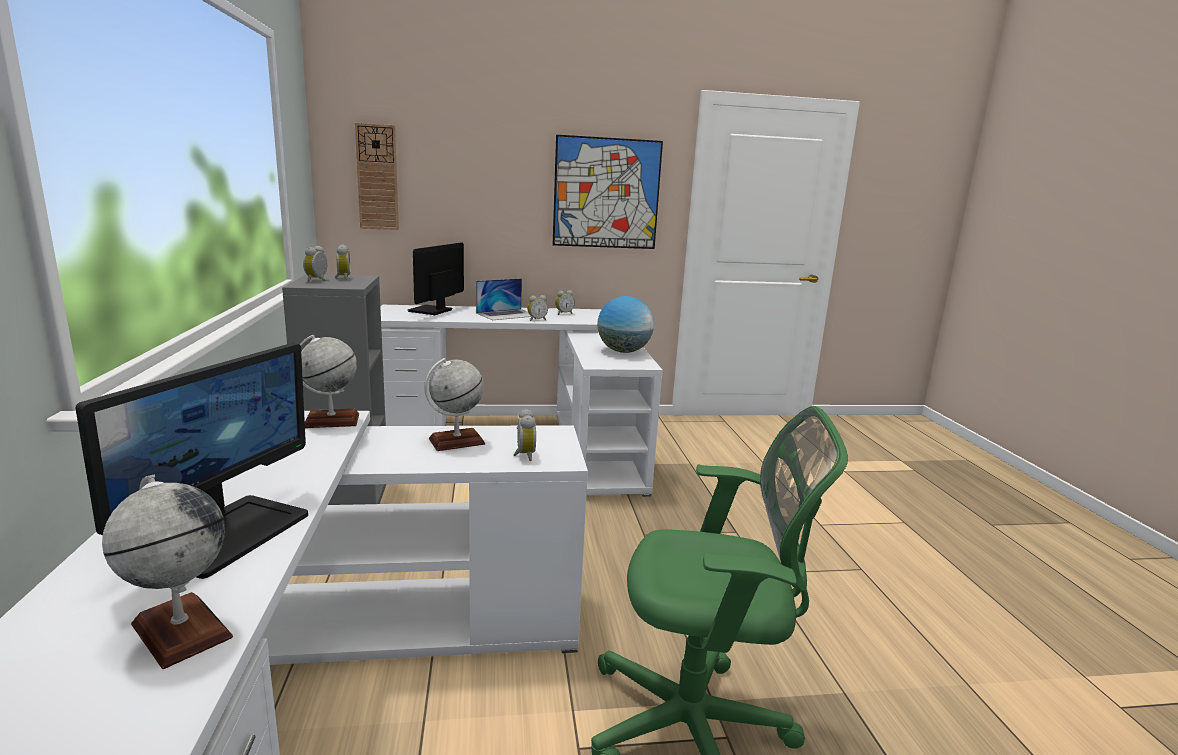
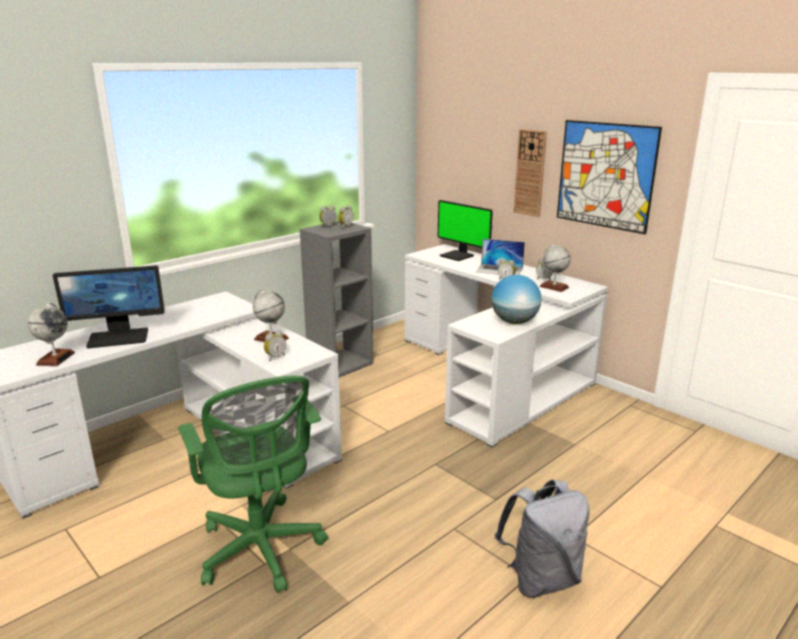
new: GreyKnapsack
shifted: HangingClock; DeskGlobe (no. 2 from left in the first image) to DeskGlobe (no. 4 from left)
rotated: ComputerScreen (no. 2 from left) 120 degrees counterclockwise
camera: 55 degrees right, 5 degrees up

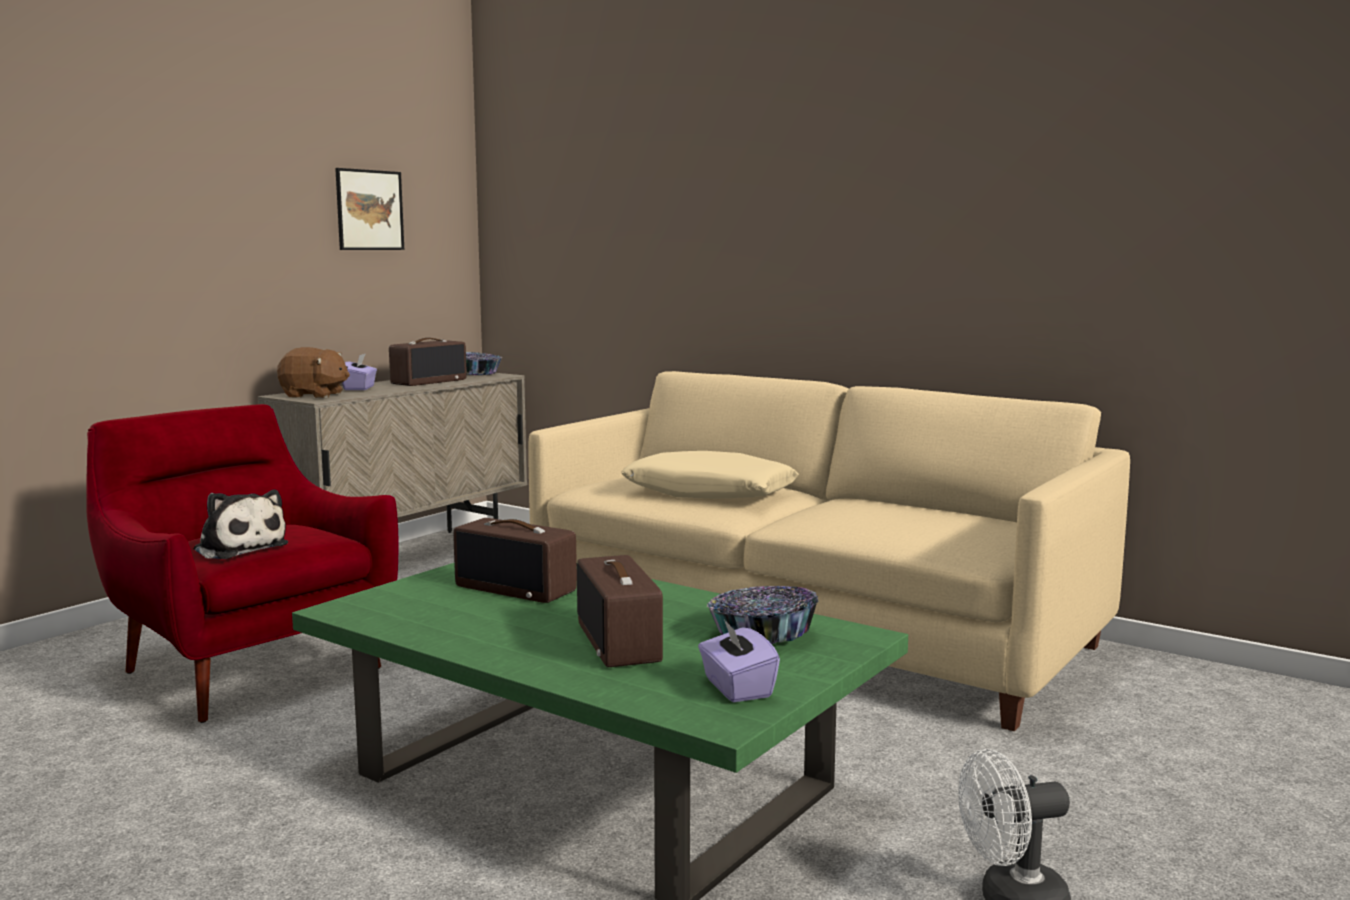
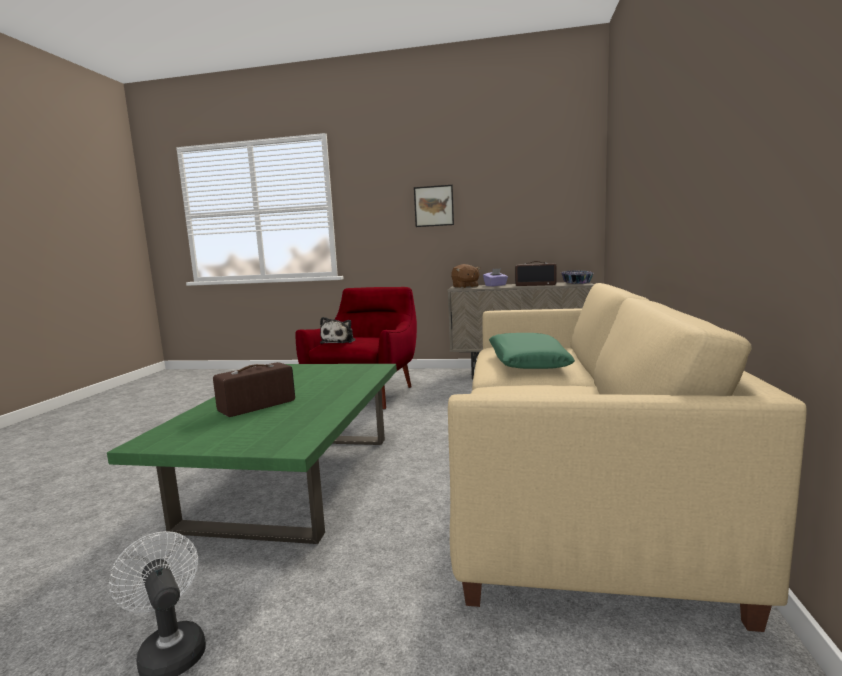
gone: RadioReceiver (no. 2 from left); PurplishTissueBox (no. 2 from left); ServingBowl (no. 2 from left)
shifted: Picture
repainted: BeigeCushion to GreenishCushion
camera: 65 degrees right, 0 degrees up

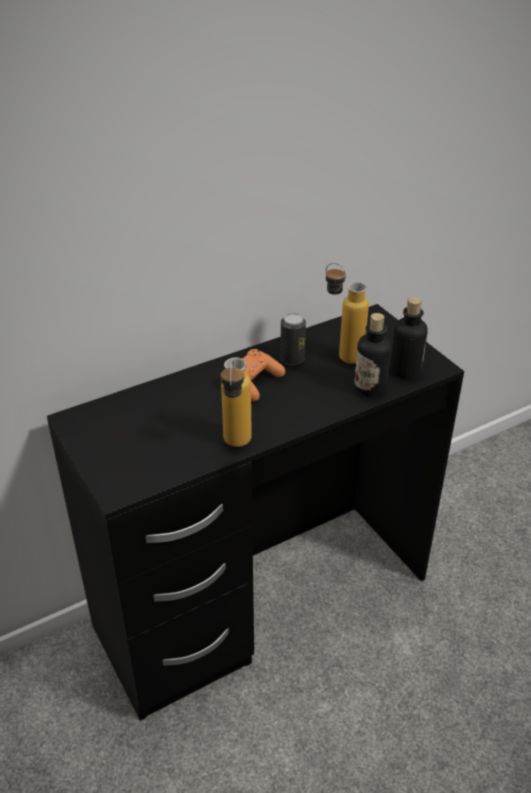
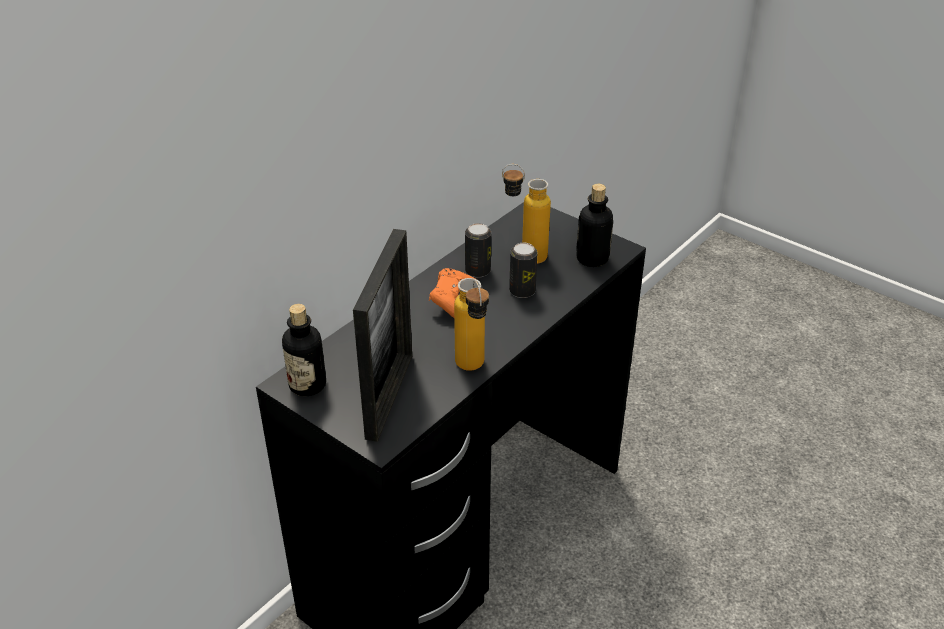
new: PhotoFrame; MetalCan (no. 2 from left)
shifted: Bottle (no. 3 from left in the first image) to Bottle (no. 1 from left)
camera: 20 degrees left, 0 degrees up

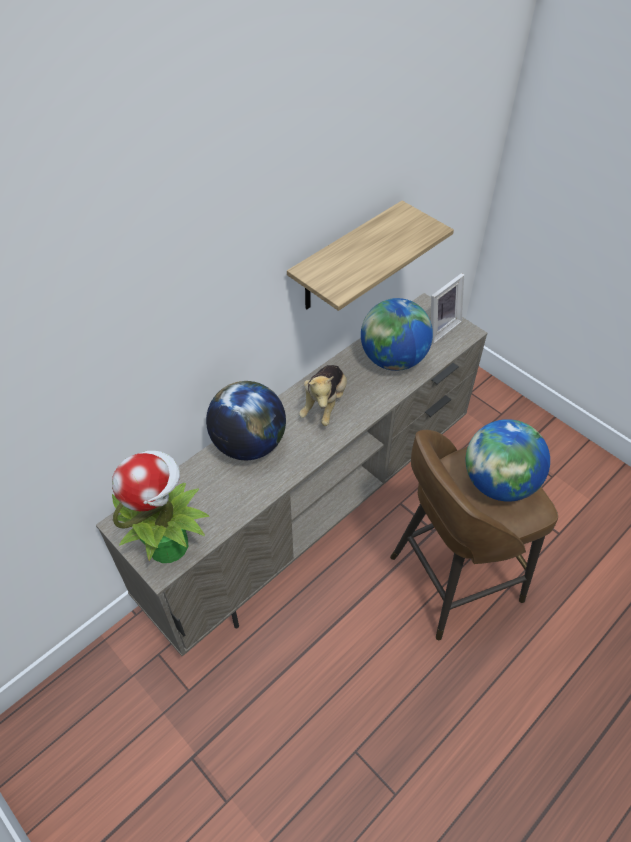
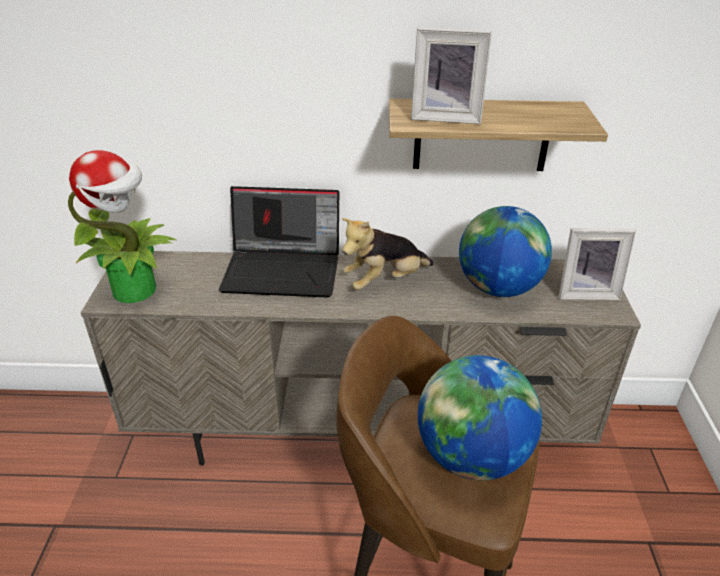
new: PhotoFrame (no. 1 from left)
swapped: DeskGlobe (no. 1 from left) to PortableComputer
camera: 45 degrees right, 15 degrees down

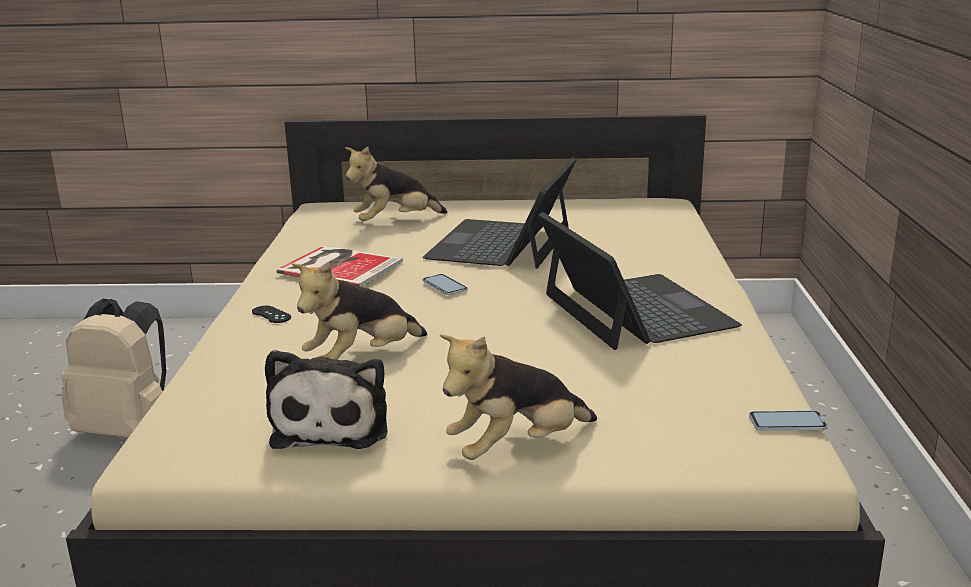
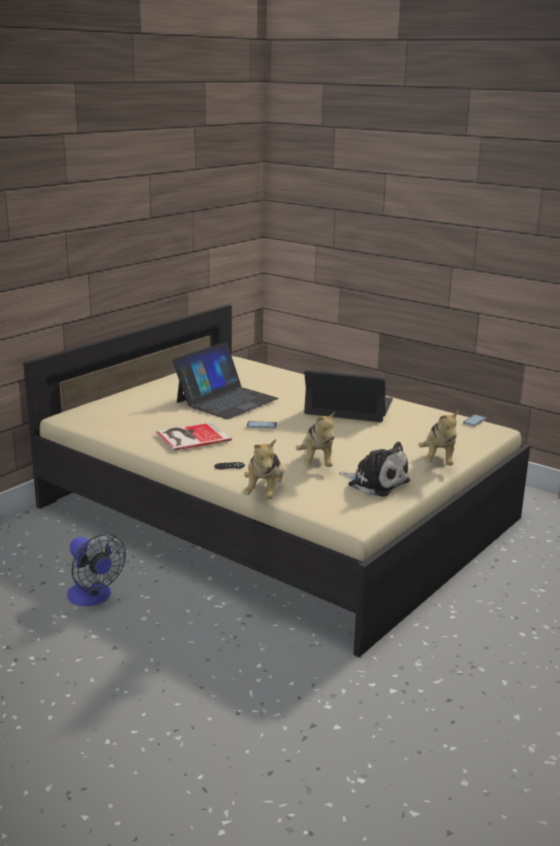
shifted: CuddlyToy (no. 3 from left in the first image) to CuddlyToy (no. 1 from left)
swapped: BeigeKnapsack to CoolingFan
rotated: PortableComputer (no. 1 from left) 105 degrees counterclockwise
camera: 55 degrees left, 0 degrees up

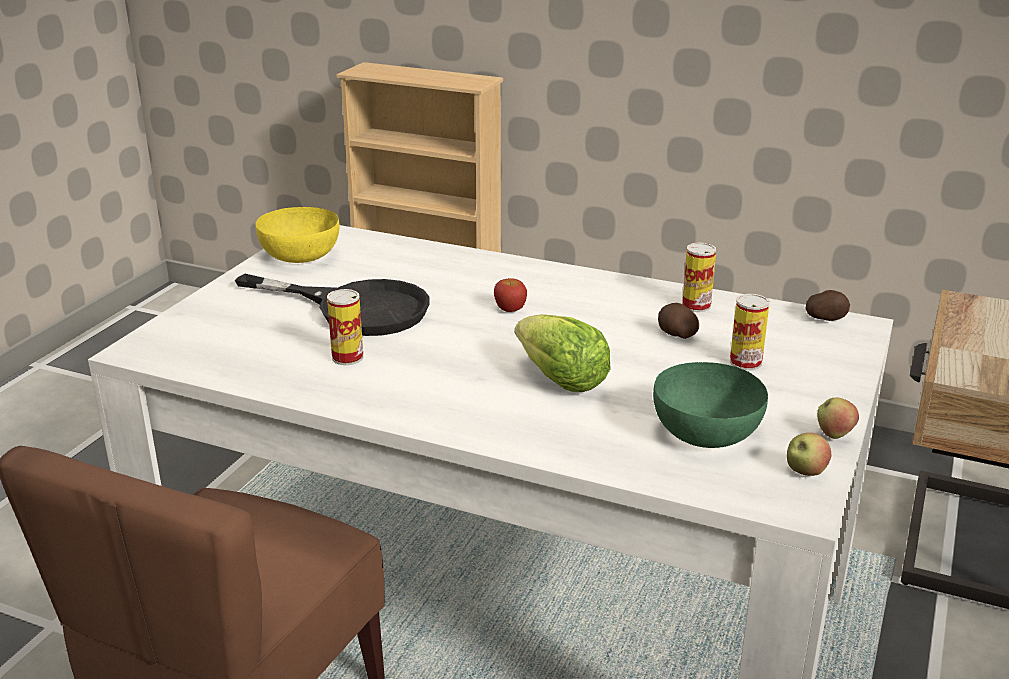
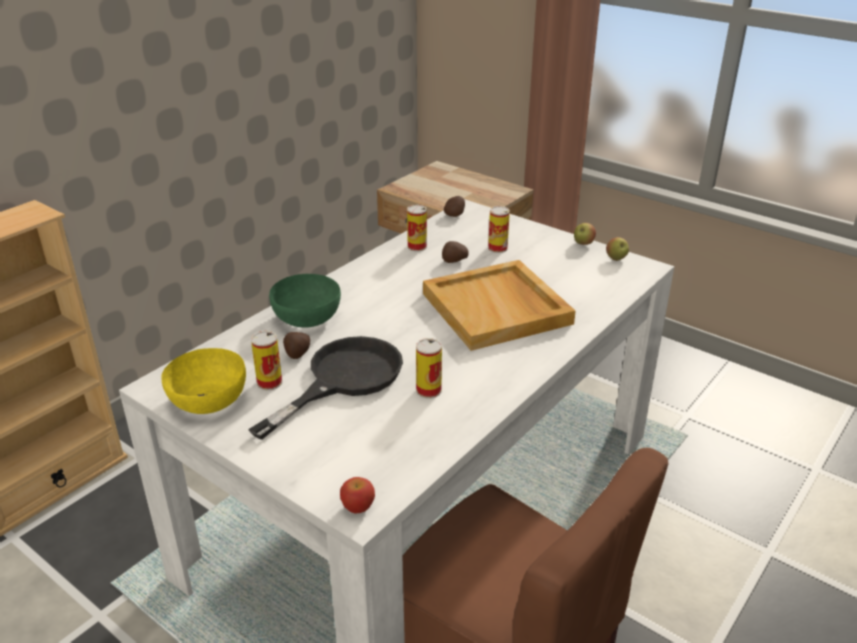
new: MetalCan (no. 1 from left); WholePotato (no. 1 from left)
shifted: GreenishServingBowl; WholeApple (no. 1 from left)
swapped: HeadOfLettuce to BeigeServingTray
camera: 75 degrees left, 5 degrees up

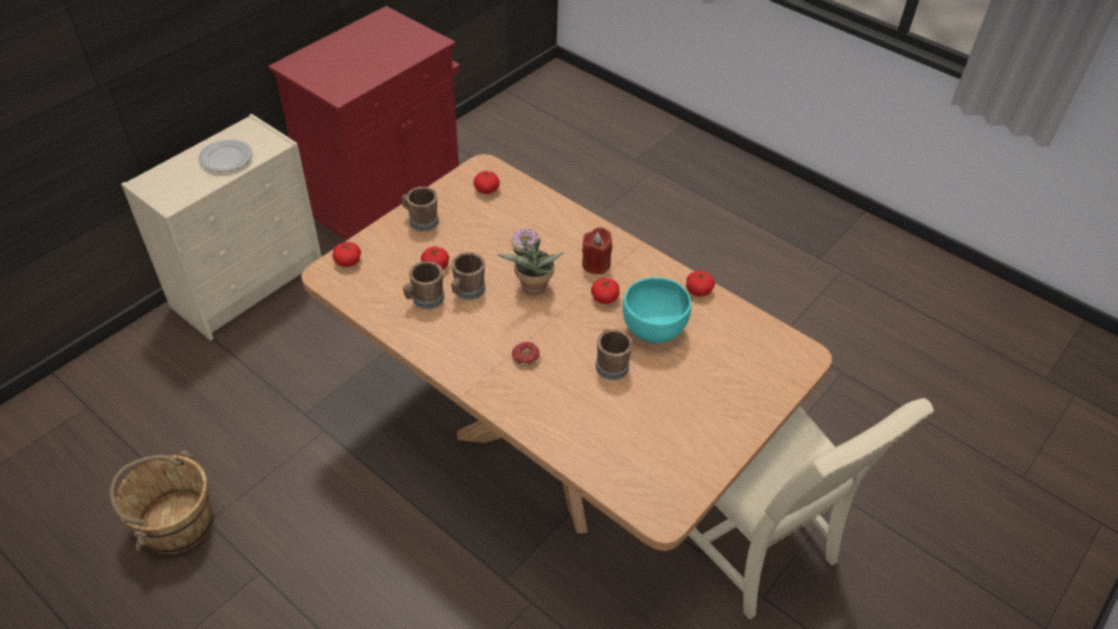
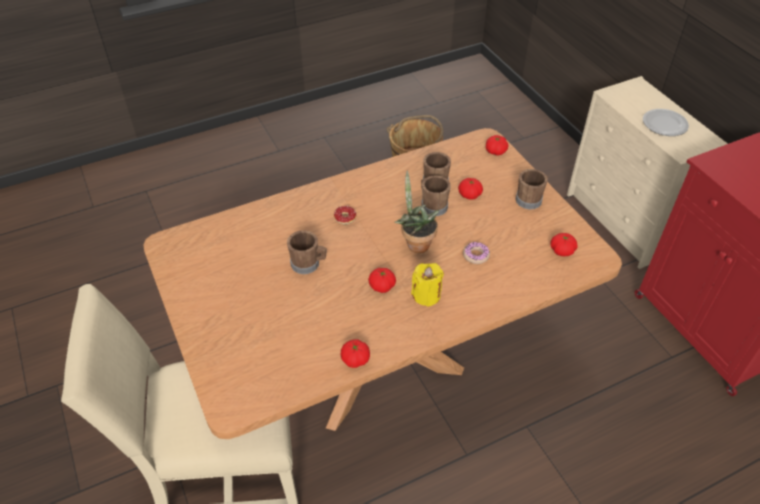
gone: TurquoiseServingBowl
repainted: ReddishWaxLight to YellowColouredWaxLight
camera: 115 degrees right, 0 degrees up

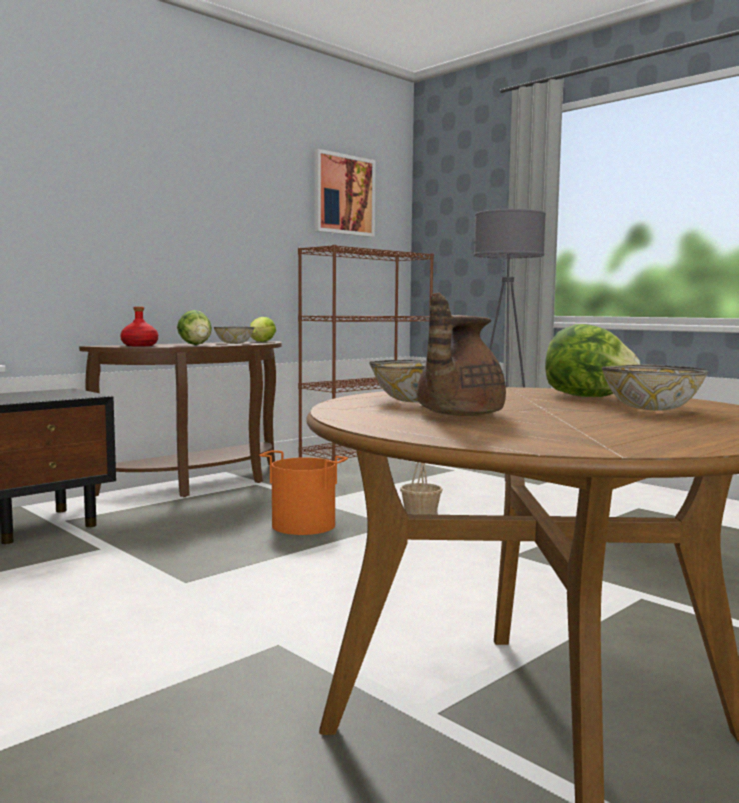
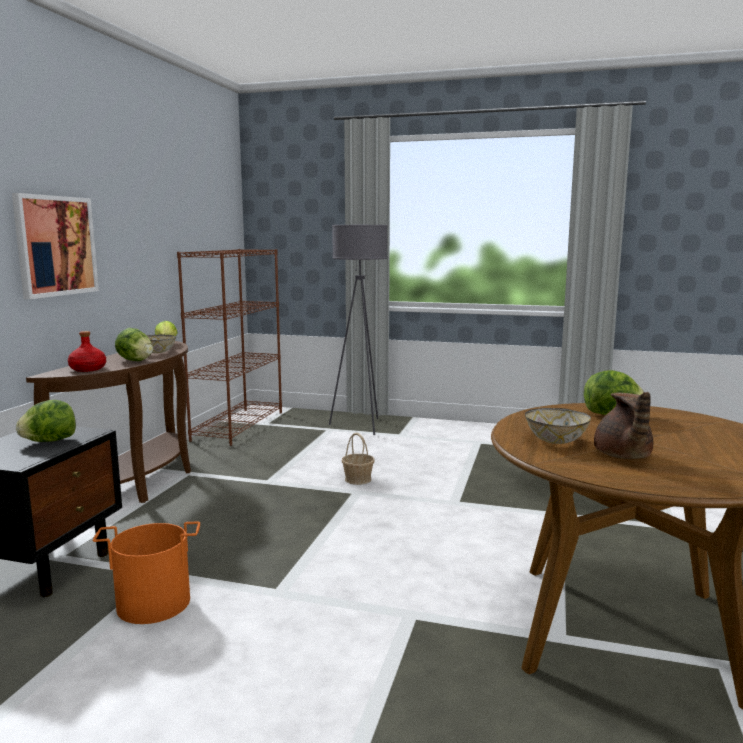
gone: ServingBowl (no. 3 from left)
new: HeadOfLettuce (no. 1 from left)
shifted: Picture; OrangePail
camera: 30 degrees left, 5 degrees up

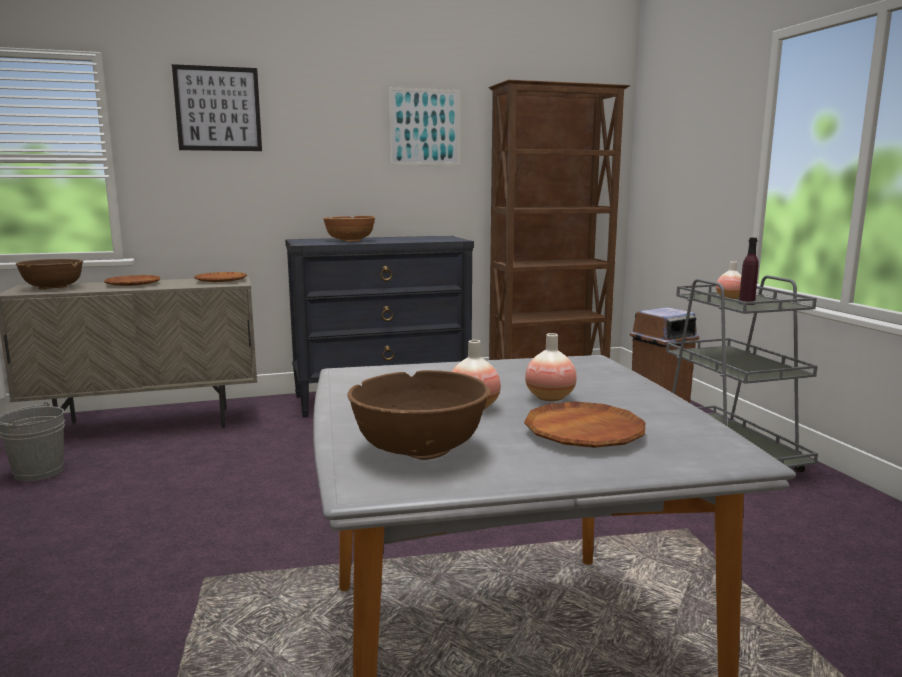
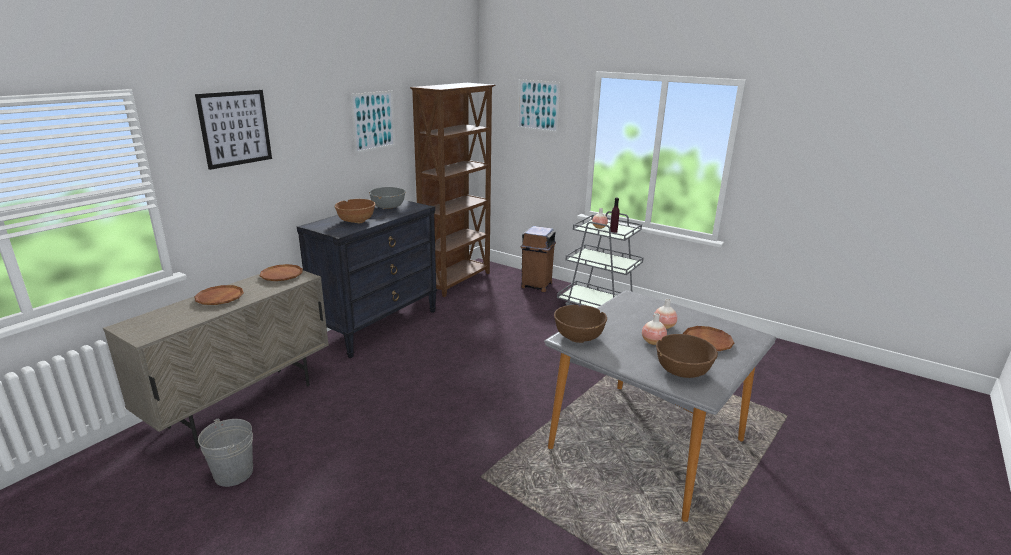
new: GreyServingBowl; Picture (no. 3 from left)
shifted: BrownServingBowl (no. 1 from left in the first image) to BrownServingBowl (no. 2 from left)
camera: 40 degrees left, 10 degrees up

